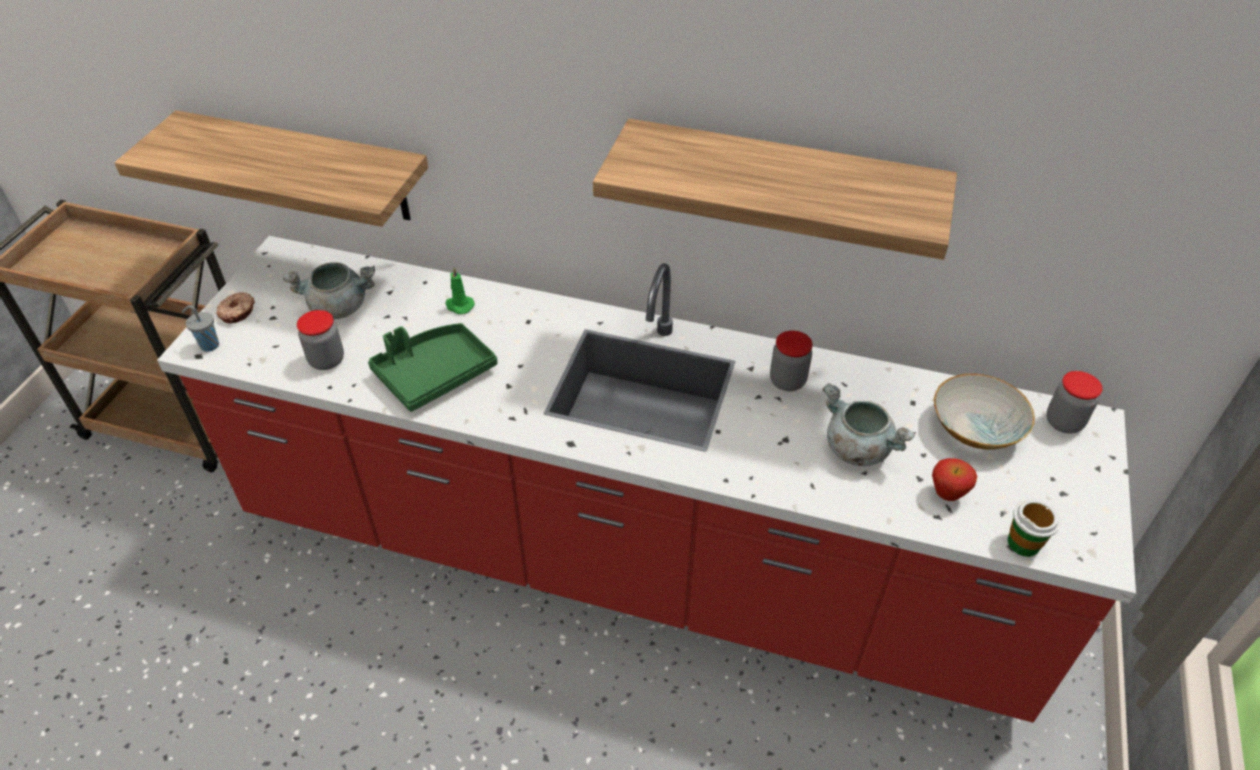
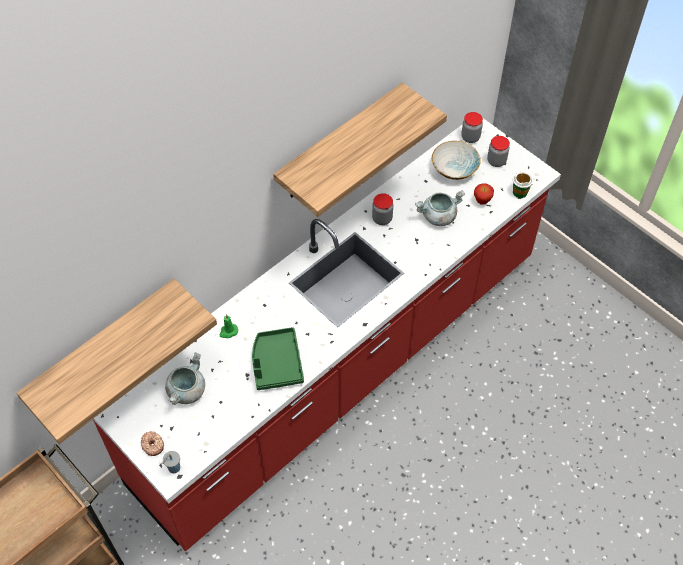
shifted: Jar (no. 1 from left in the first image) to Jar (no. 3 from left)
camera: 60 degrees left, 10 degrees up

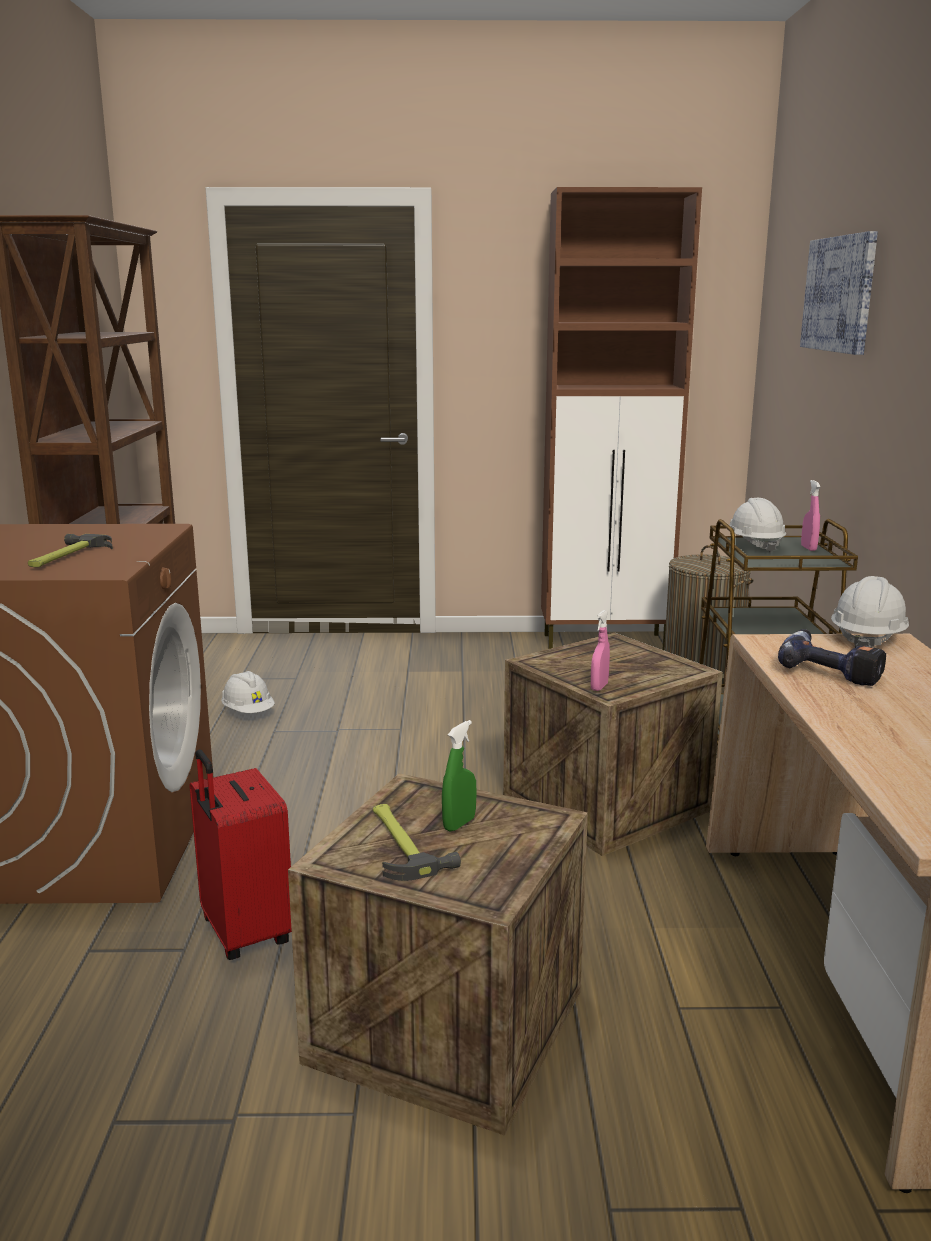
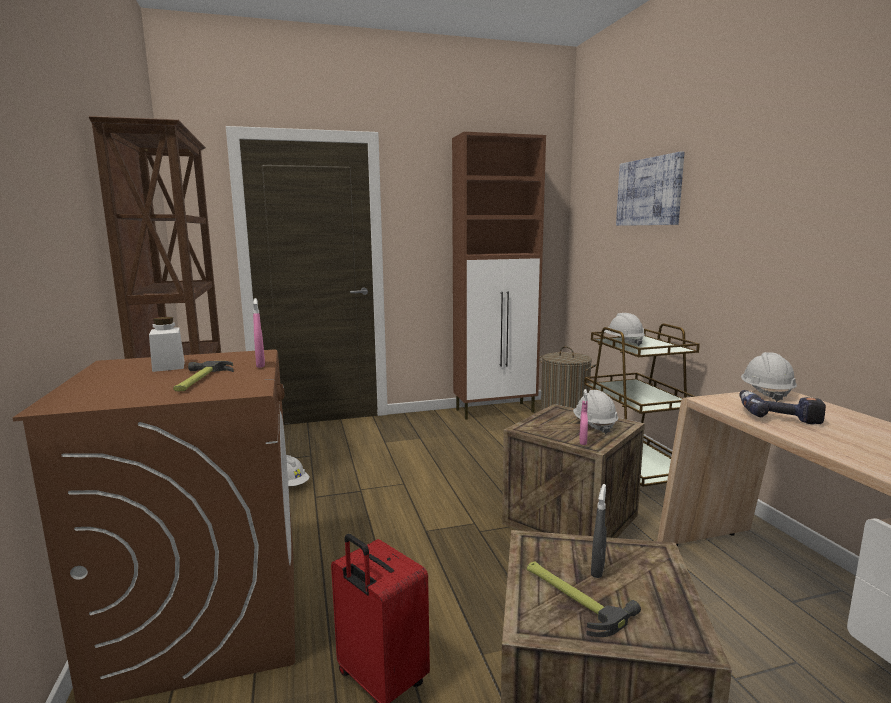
new: WhiteJar; WhiteWorkHelmet (no. 2 from left)
shifted: PinkishSprayer (no. 2 from left in the first image) to PinkishSprayer (no. 1 from left)
repainted: GreenishSprayer to GreySprayer
camera: 15 degrees left, 5 degrees down

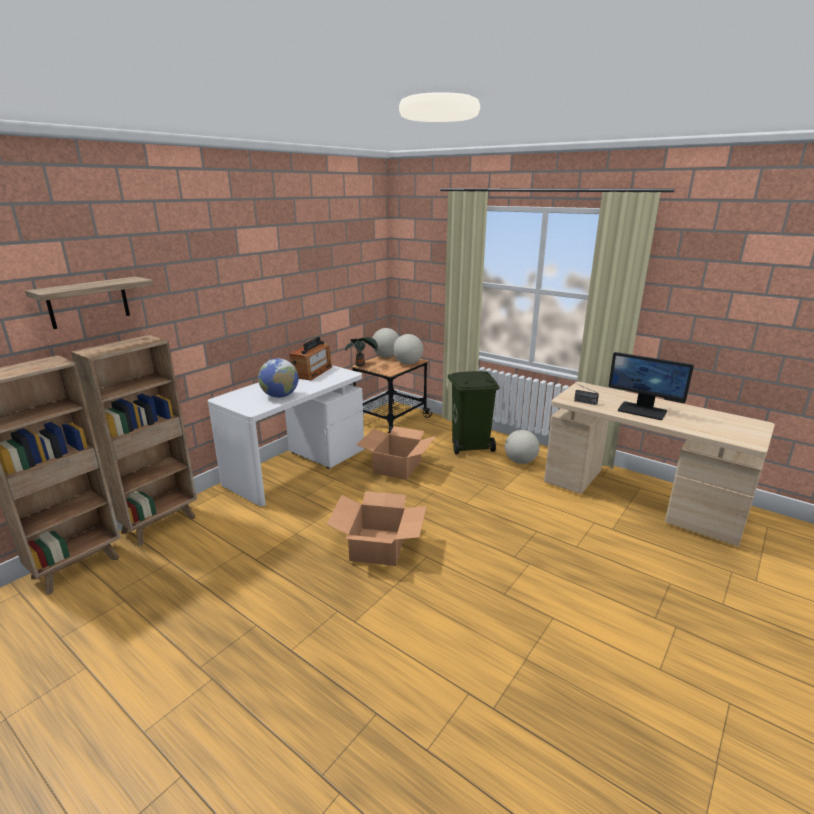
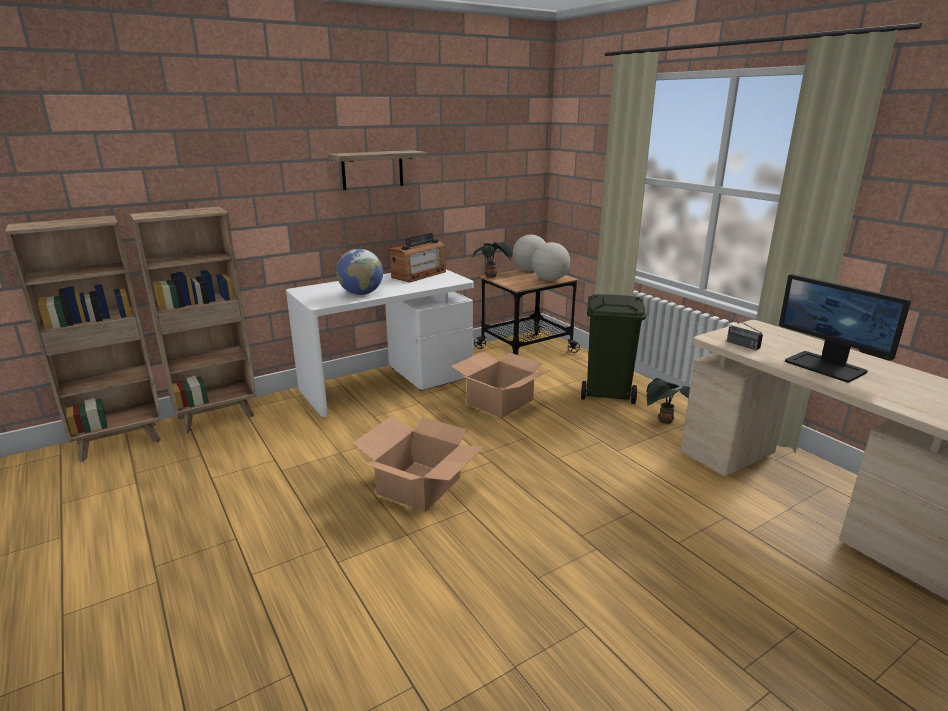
shifted: BracketShelf
swapped: DeskGlobe (no. 4 from left) to PlantInAPot (no. 2 from left)
camera: 20 degrees right, 0 degrees up

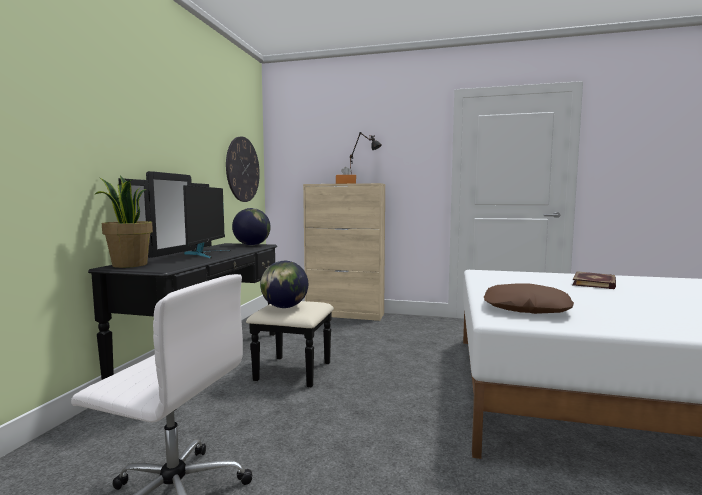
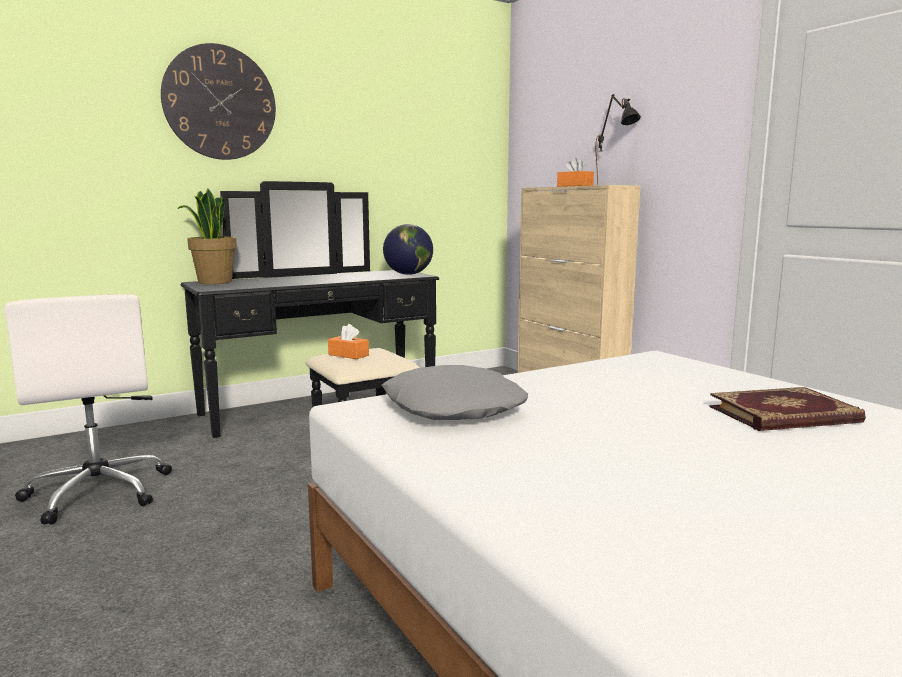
gone: ComputerScreen
shifted: HangingClock
swapped: DeskGlobe (no. 2 from left) to OrangeTissueBox (no. 1 from left)
repainted: BrownCushion to GreyCushion
camera: 45 degrees right, 5 degrees up

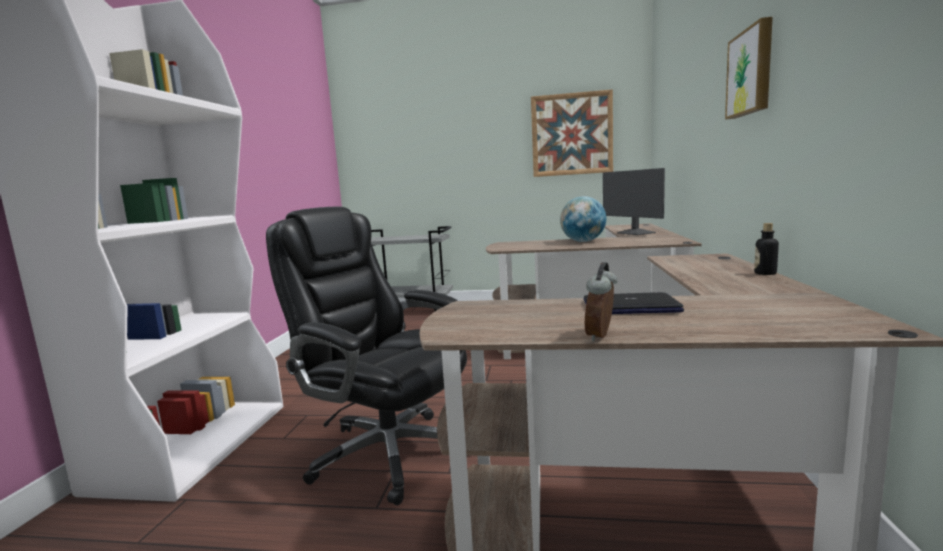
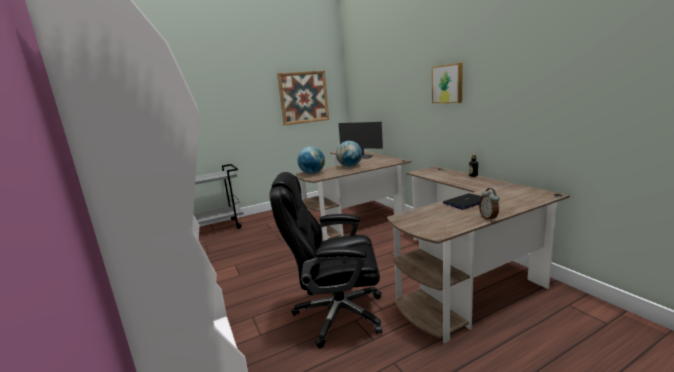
new: DeskGlobe (no. 1 from left)
camera: 35 degrees left, 5 degrees up

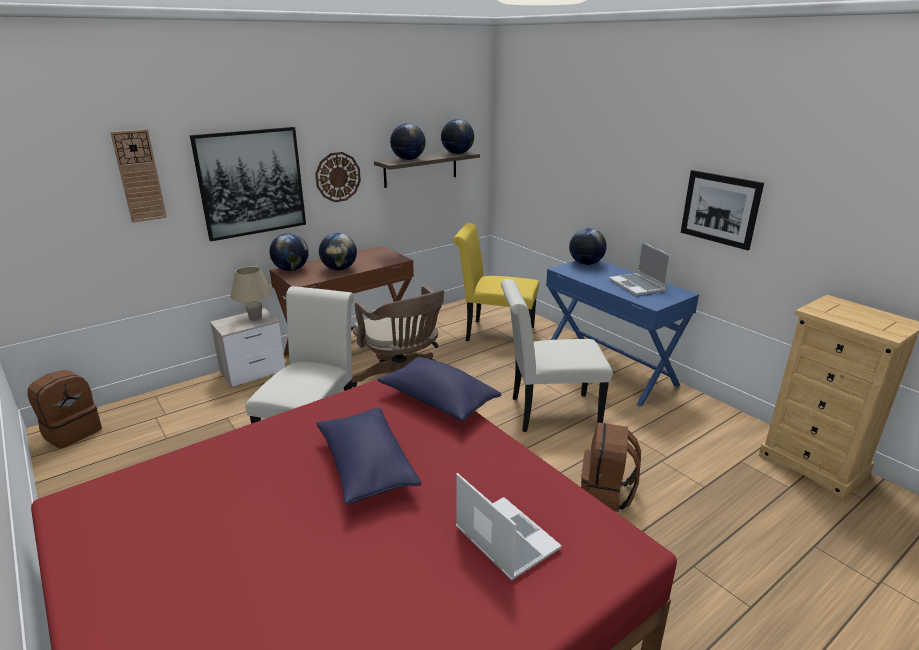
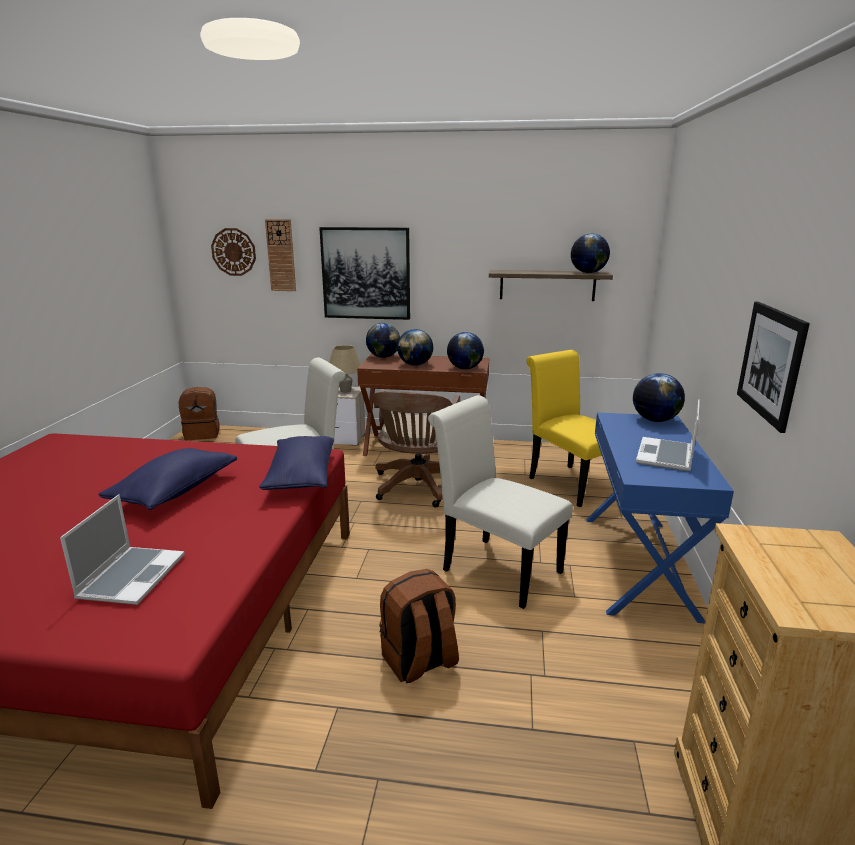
shifted: HangingClock (no. 2 from left in the first image) to HangingClock (no. 1 from left); DeskGlobe (no. 3 from left)
camera: 45 degrees right, 5 degrees down

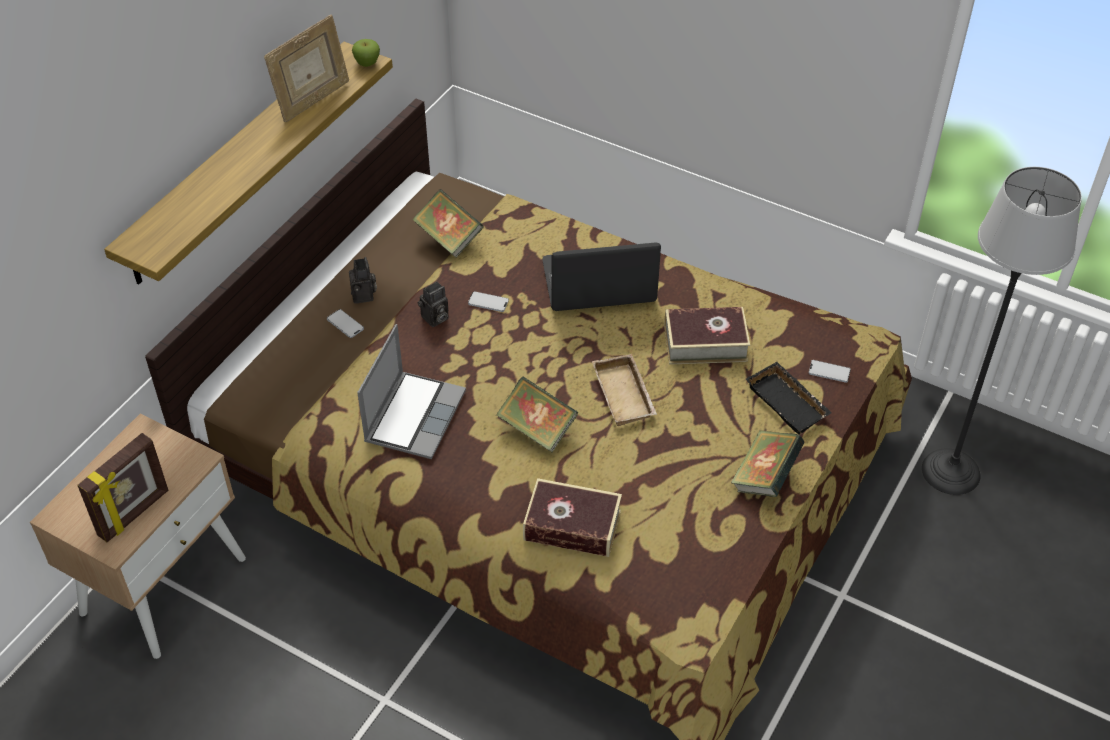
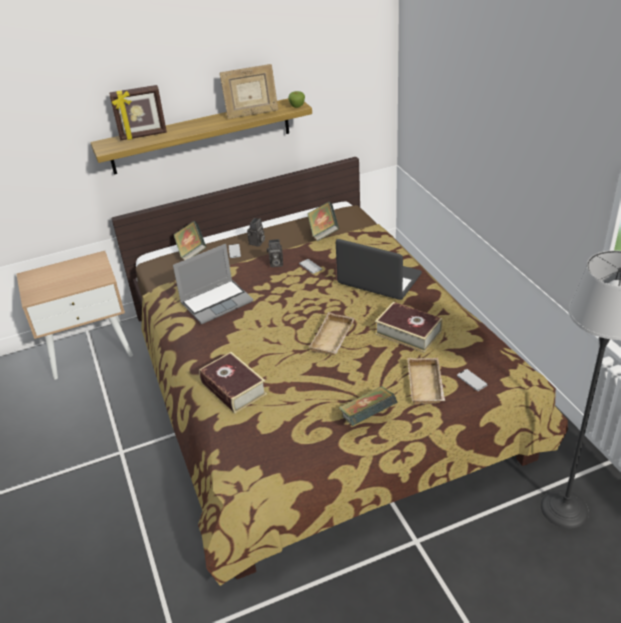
shifted: PhotoFrame (no. 1 from left); Volume (no. 2 from left in the first image) to Volume (no. 1 from left)
repainted: BlackColouredServingTray to BeigeServingTray (no. 2 from left)
camera: 40 degrees right, 10 degrees down

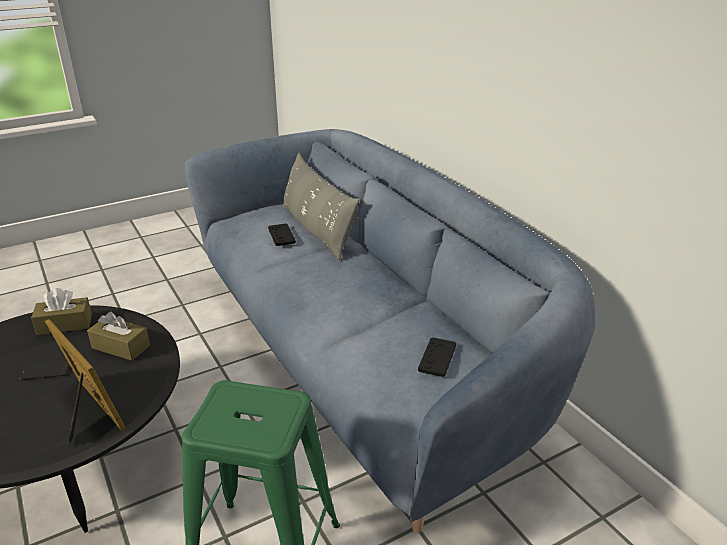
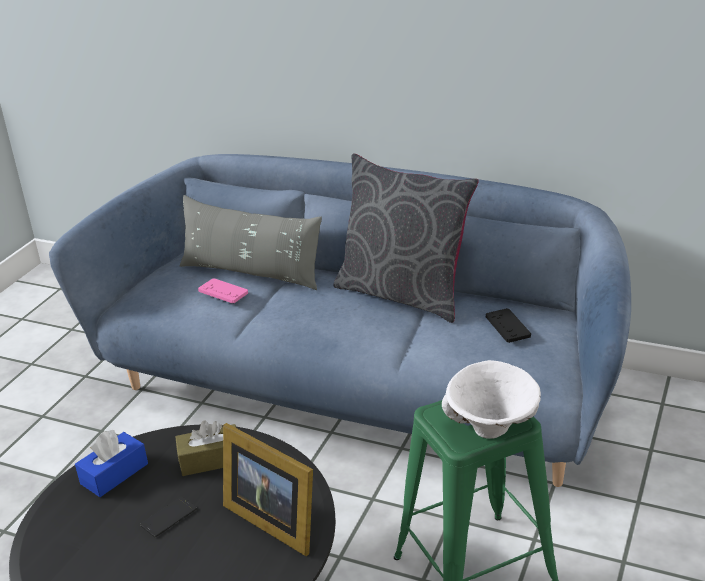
new: GreyCushion (no. 2 from left); WhiteServingBowl
repainted: BrownTissueBox (no. 1 from left) to BluishTissueBox; BlackColouredGamepad (no. 1 from left) to PinkishGamepad
rotated: PhotoFrame 150 degrees counterclockwise
camera: 35 degrees left, 0 degrees up

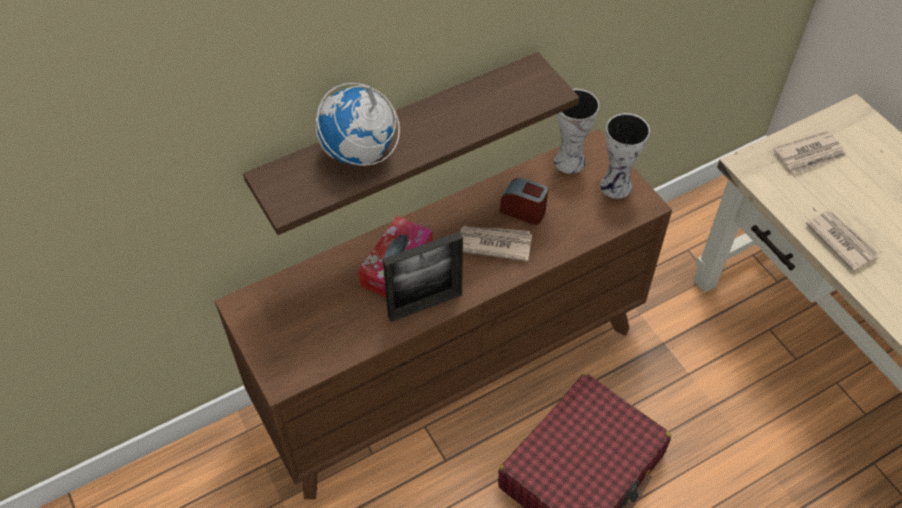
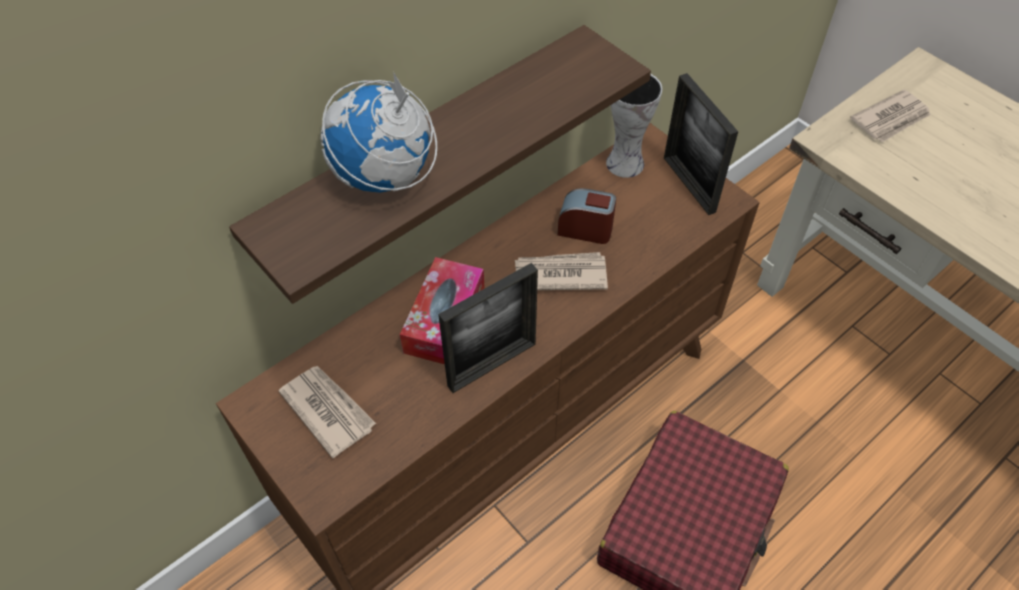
shifted: DailyPaper (no. 3 from left in the first image) to DailyPaper (no. 1 from left)
swapped: FlowerVase (no. 2 from left) to PhotoFrame (no. 2 from left)
camera: 10 degrees left, 0 degrees up

